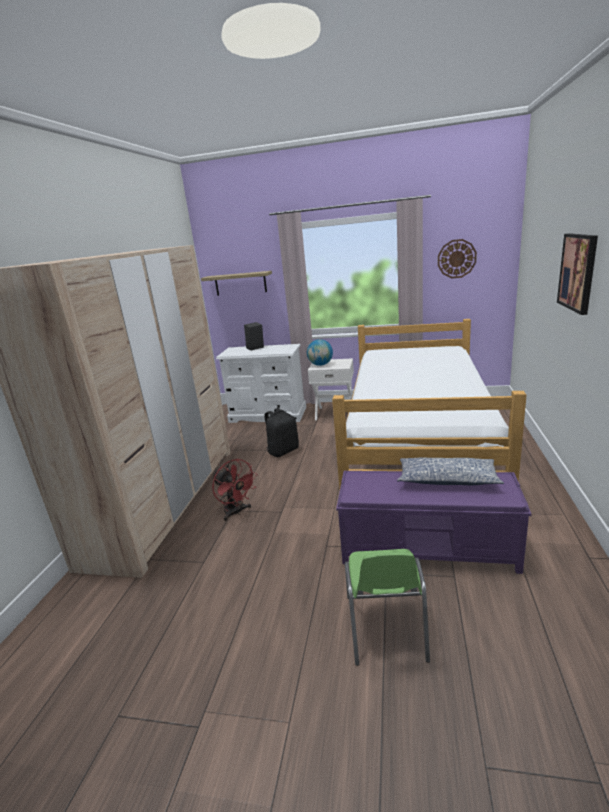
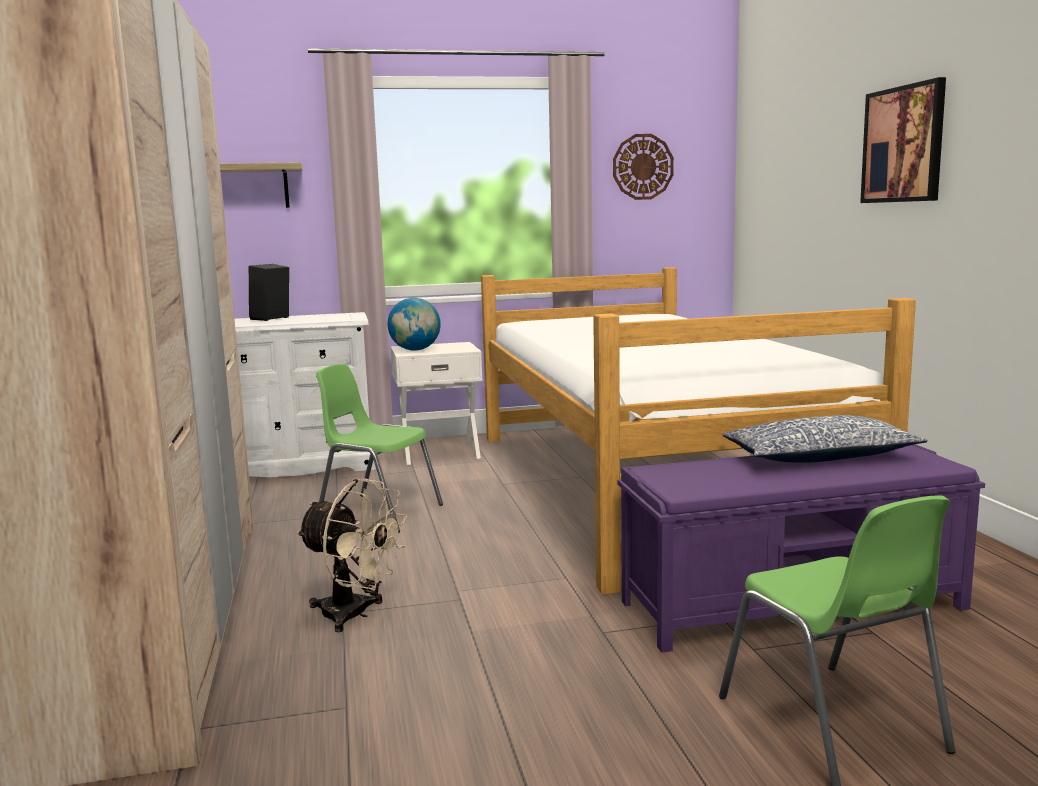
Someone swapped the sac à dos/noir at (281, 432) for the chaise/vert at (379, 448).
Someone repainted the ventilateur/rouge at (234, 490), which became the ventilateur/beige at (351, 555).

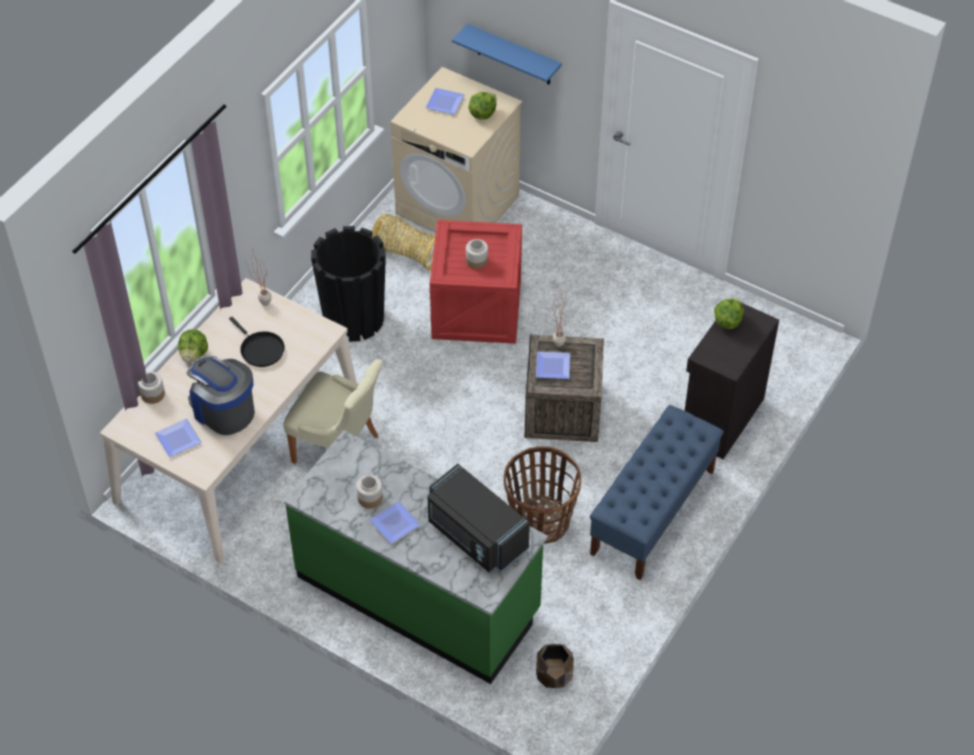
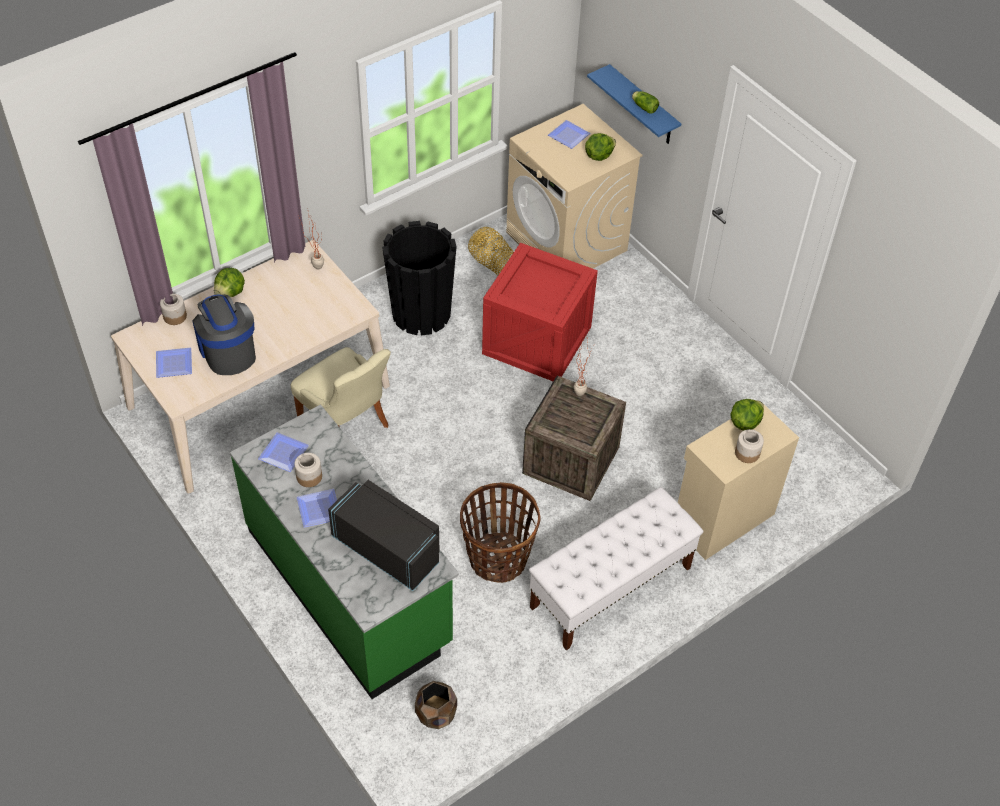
Someone carried the bocal from (477, 254) to (749, 446).
Someone repainted the meuble de rangement/noir at (732, 378), which became the meuble de rangement/beige at (738, 480).
Someone took away the poêle/noir at (257, 342).
Someone carried the assiette from (553, 365) to (283, 452).
Someone repainted the banc/bleu at (657, 492), which became the banc/blanc at (616, 568).
Someone rotated the micro-ondes/noir at (478, 518) by 150 degrees clockwise.
Someone put down the laitue at (645, 102).

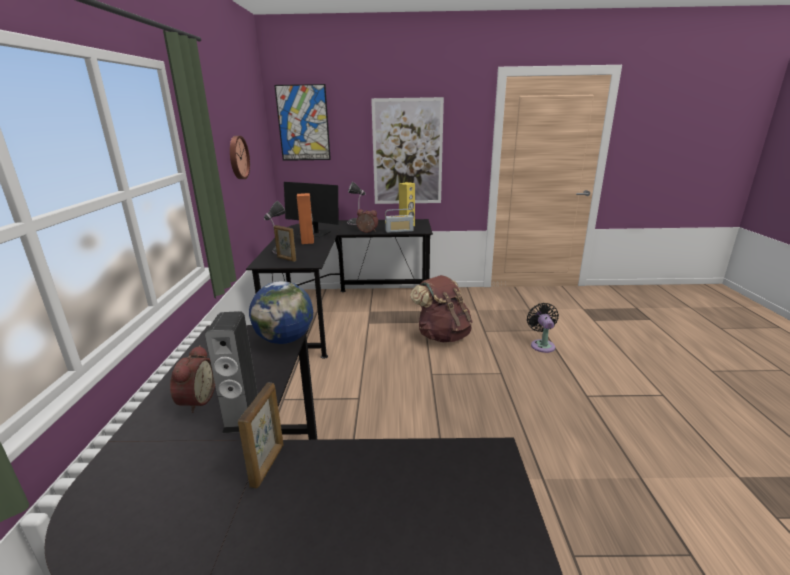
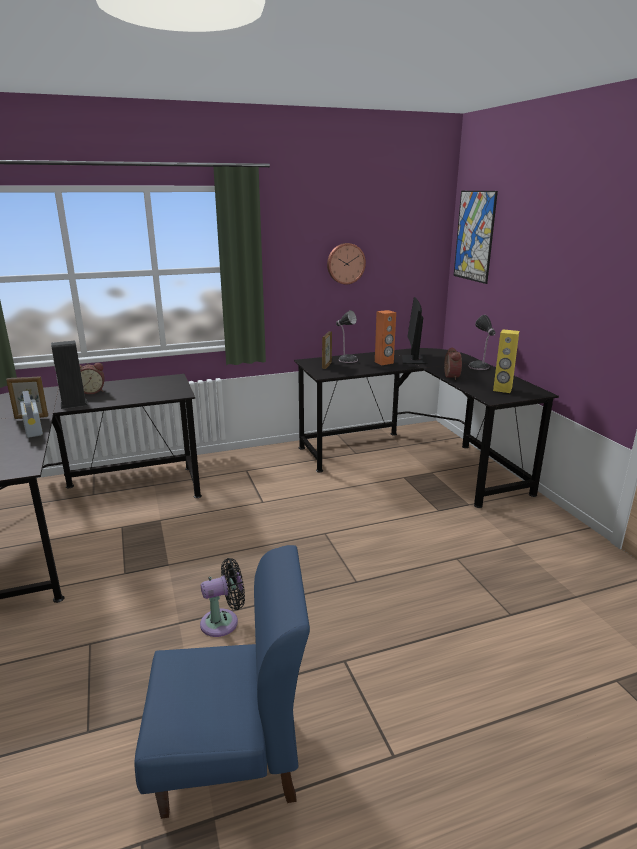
Someone took away the tableau at (407, 150).
Someone carried the radio from (399, 221) to (31, 414).
Someone took away the sac à dos/marron at (441, 309).
Someone took away the globe at (281, 312).
Someone carried the ventilateur/noir from (543, 328) to (222, 597).
Someone put down the chaise/bleu at (222, 682).

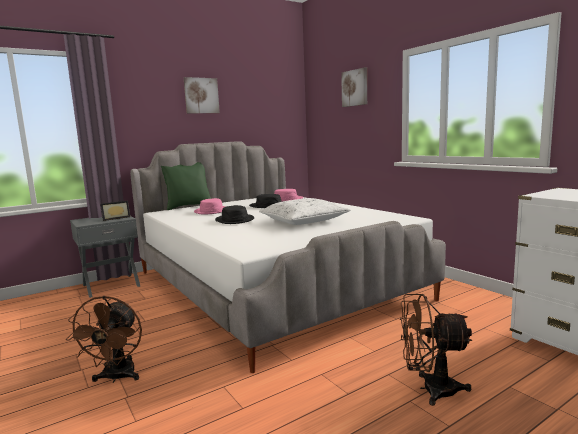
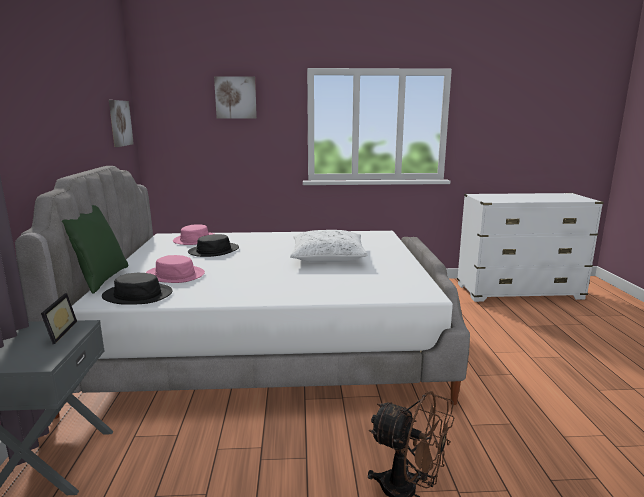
Someone carried the tableau from (202, 95) to (121, 123).
Someone carried the chapeau/noir from (234, 214) to (137, 289).
Someone took away the ventilateur/marron at (436, 350).

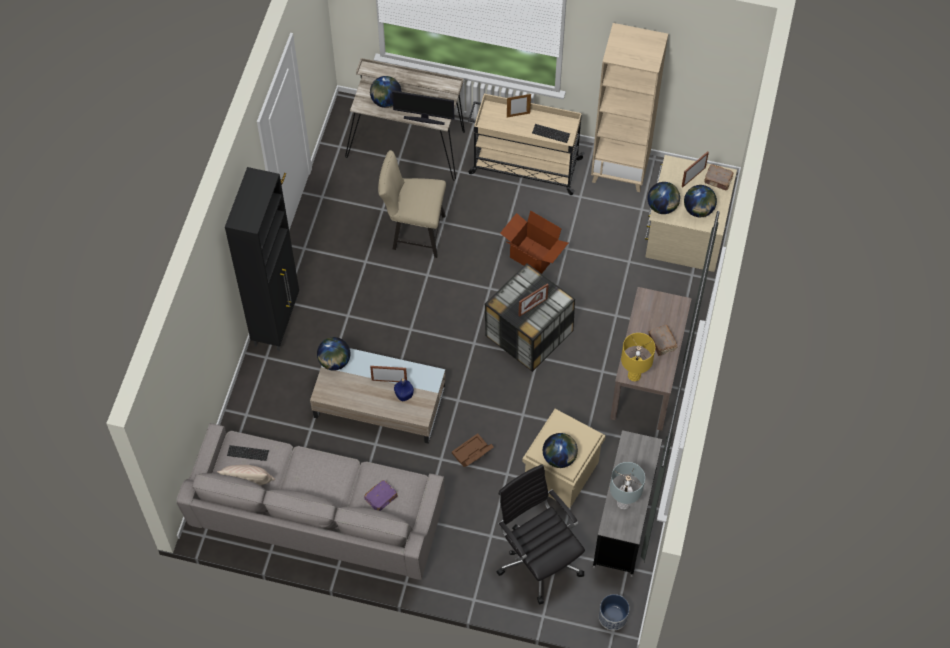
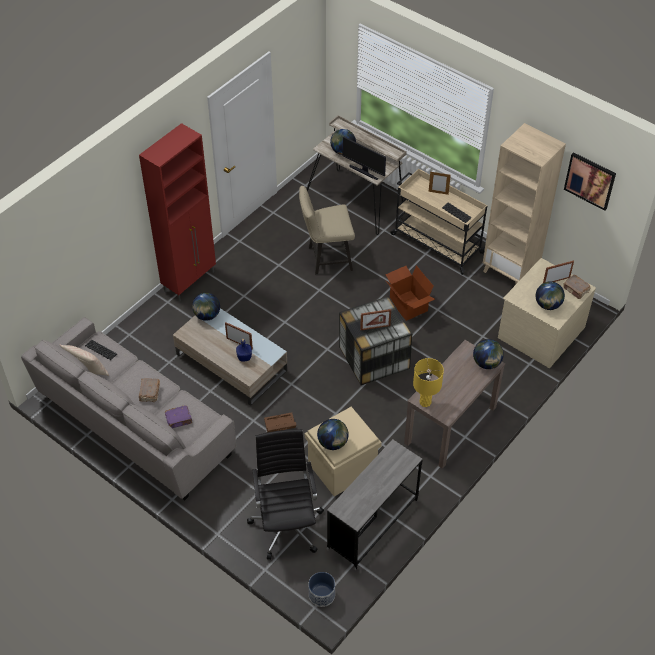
Someone rotated the chaise/beige at (412, 204) by 45 degrees counterclockwise.
Someone repainted the meuble de rangement/noir at (262, 259), which became the meuble de rangement/rouge at (177, 212).
Someone carried the globe from (664, 198) to (488, 354).
Someone carried the livre/marron from (663, 340) to (149, 390).
Someone took away the lampe de table/gris at (627, 485).
Someone put up the tableau at (590, 181).

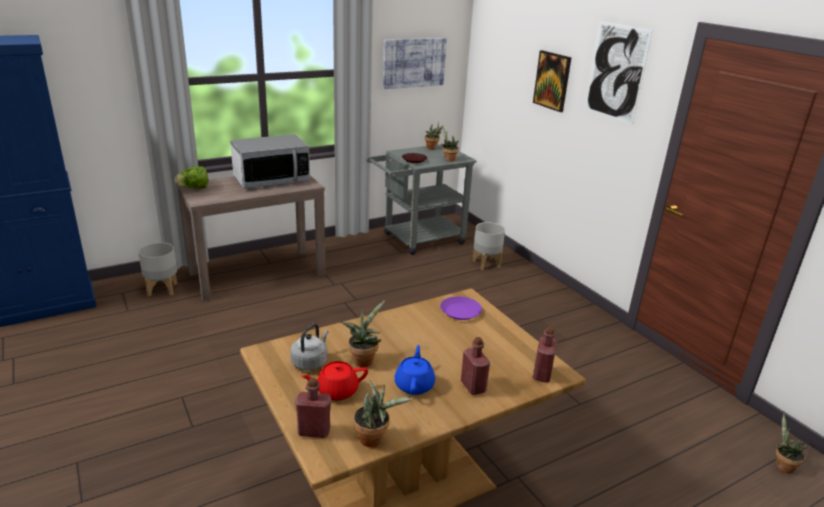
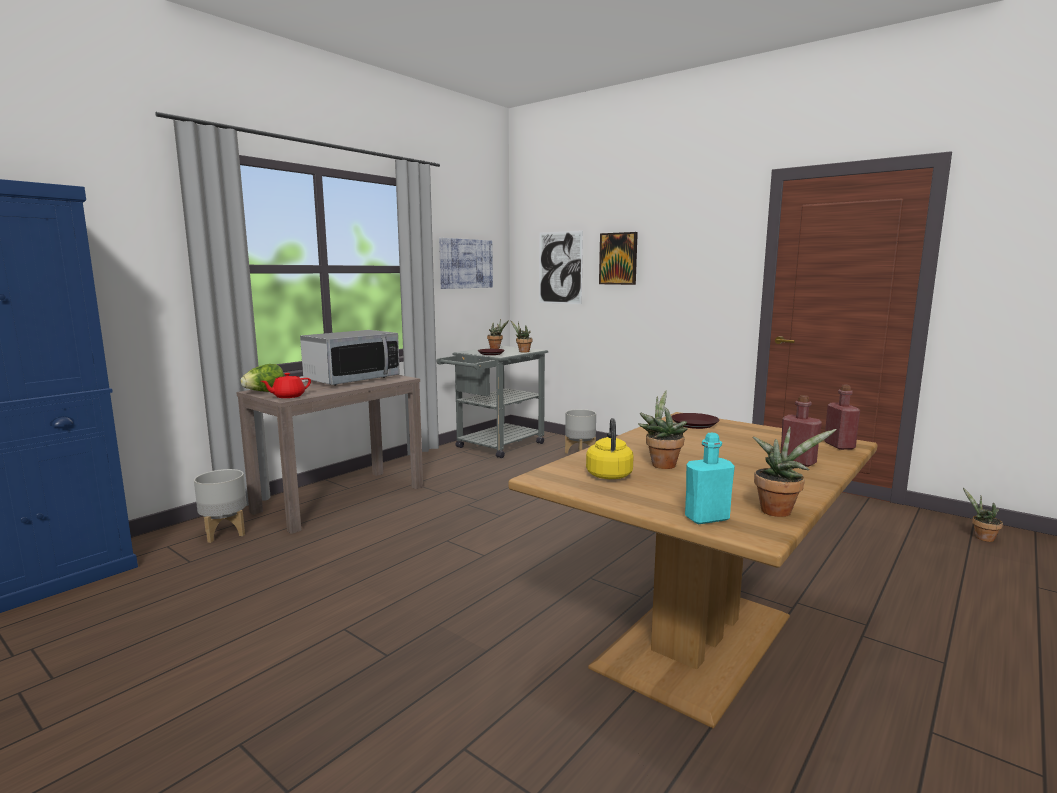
Someone carried the tableau from (618, 72) to (561, 267).
Someone repainted the assiette/violet at (461, 308), which became the assiette/marron at (695, 421).
Someone repainted the bouilloire/gris at (309, 347), which became the bouilloire/jaune at (610, 448).
Someone took away the théière/bleu at (415, 370).
Someone carried the théière/rouge from (335, 380) to (286, 385).
Someone repainted the bouteille/rouge at (313, 408), which became the bouteille/turquoise at (710, 478).

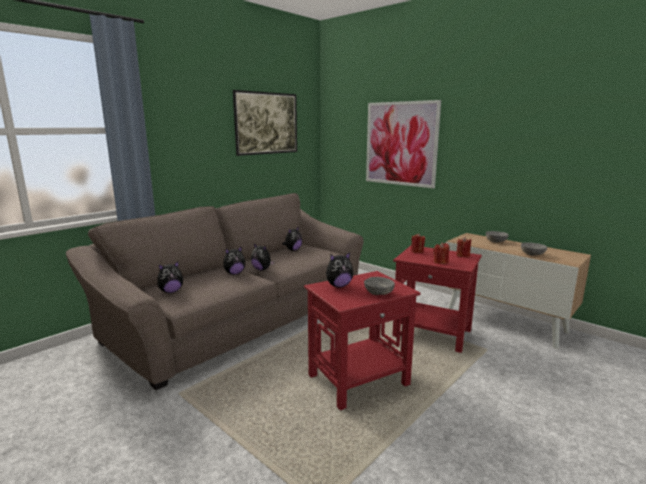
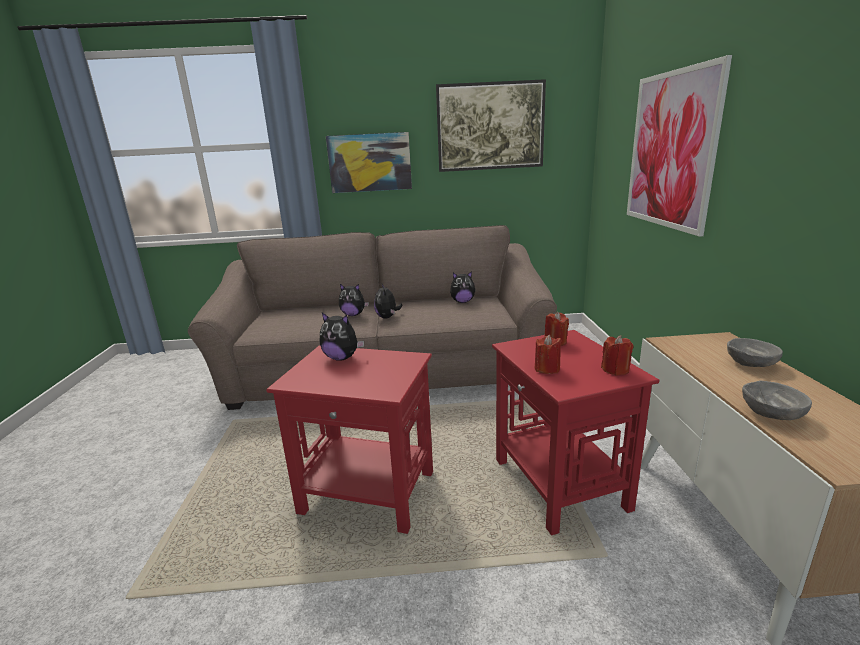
Someone took away the peluche at (170, 277).
Someone took away the bol/gris at (379, 286).
Someone put up the tableau at (369, 162).

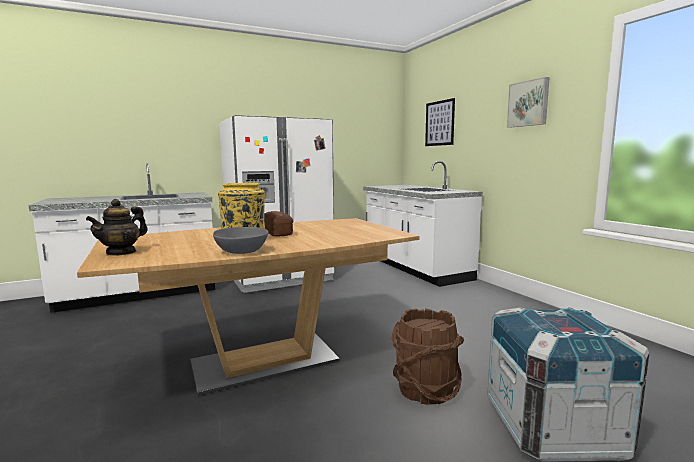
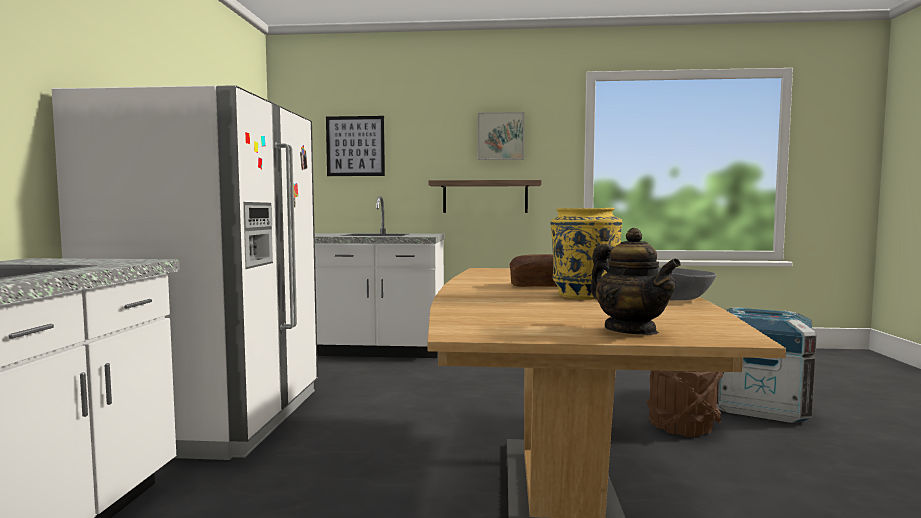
Someone put up the étagère at (485, 196).

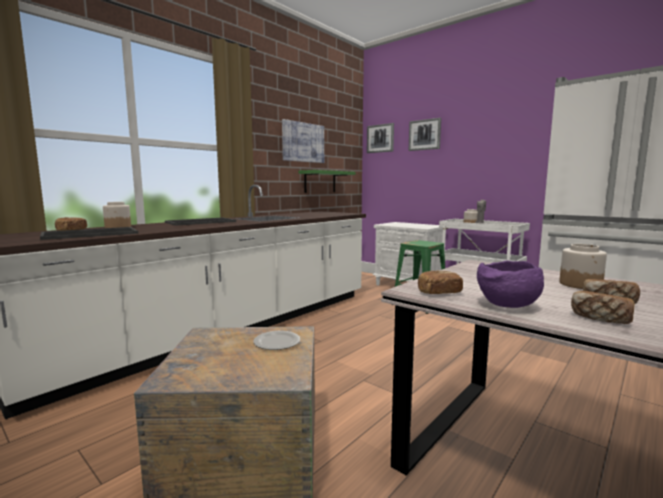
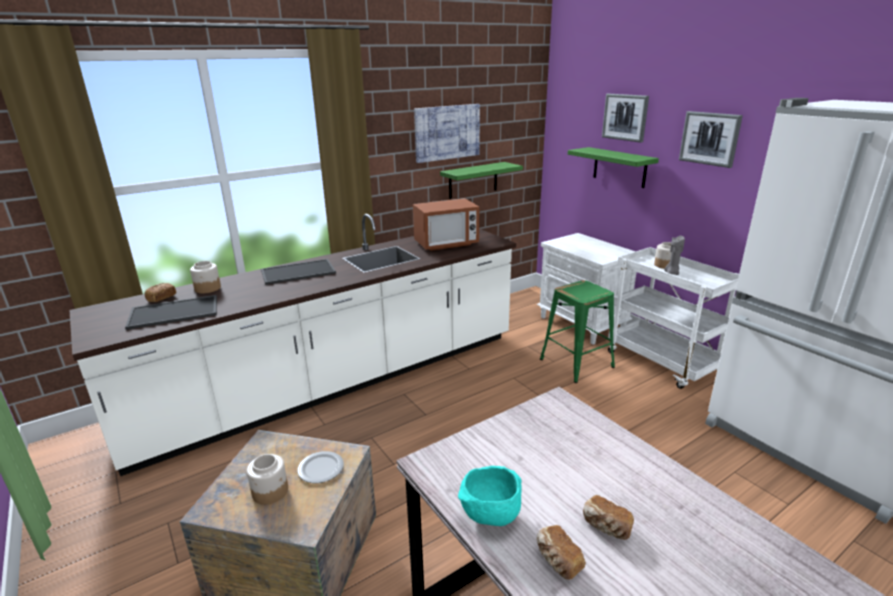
Someone carried the tableau from (380, 138) to (711, 139).
Someone carried the bocal from (583, 266) to (267, 479).
Someone repainted the bol/violet at (510, 284), which became the bol/turquoise at (490, 496).
Someone took away the pain at (440, 282).
Someone put up the étagère/vert at (613, 167).
Someone put down the micro-ondes at (446, 224).

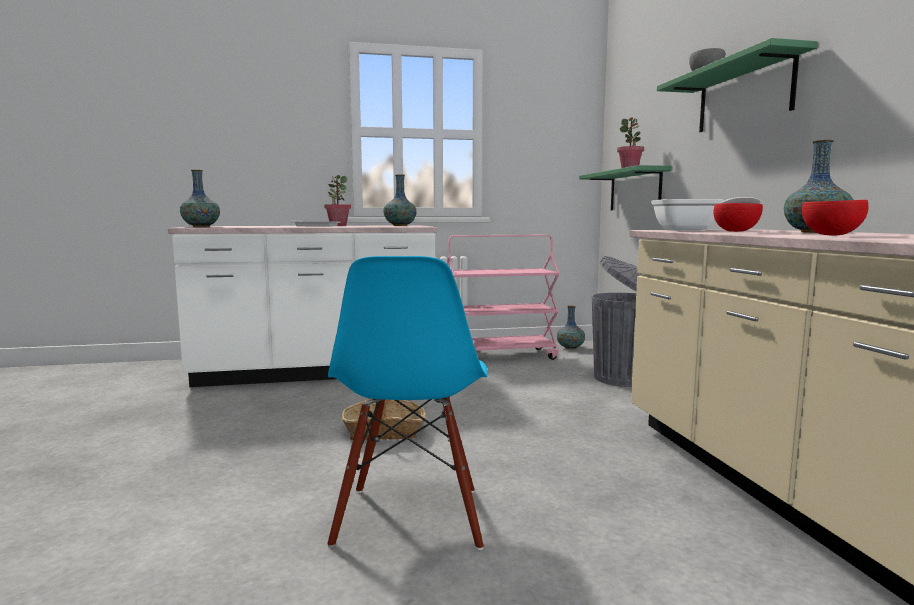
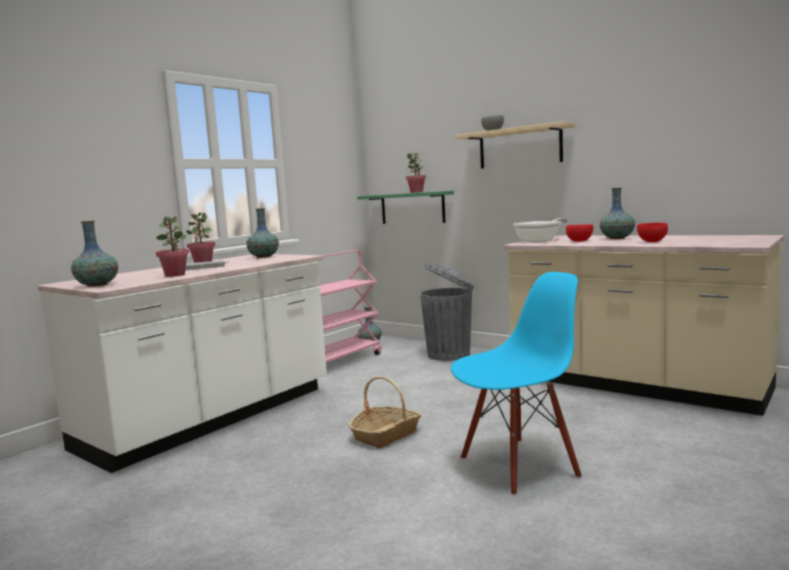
Someone repainted the étagère/vert at (737, 85), which became the étagère/beige at (515, 145).
Someone rotated the chaise/bleu at (407, 403) by 75 degrees counterclockwise.
Someone put down the plante en pot at (172, 246).

